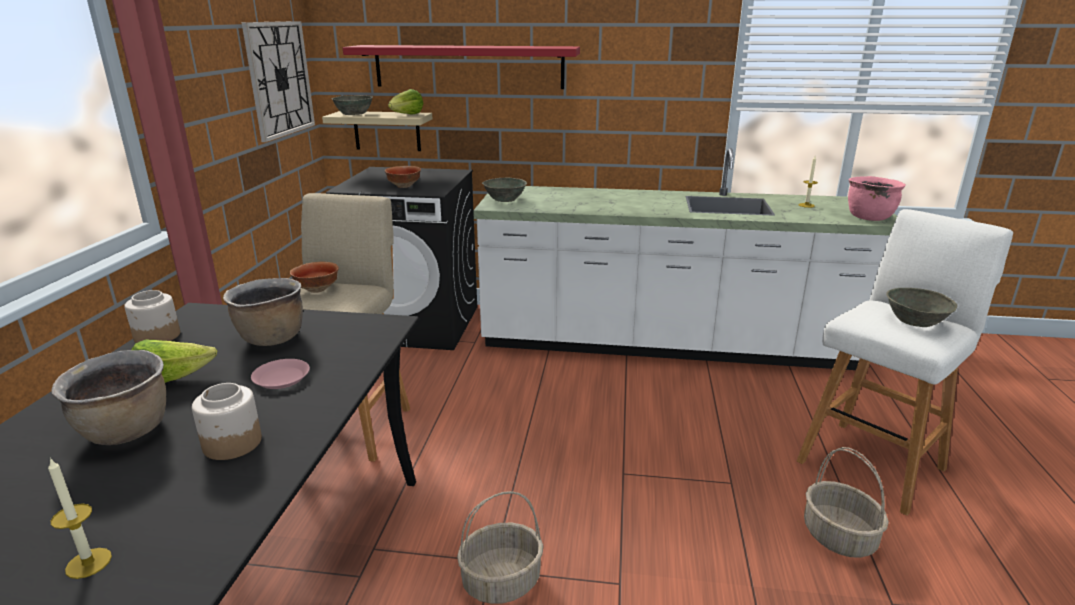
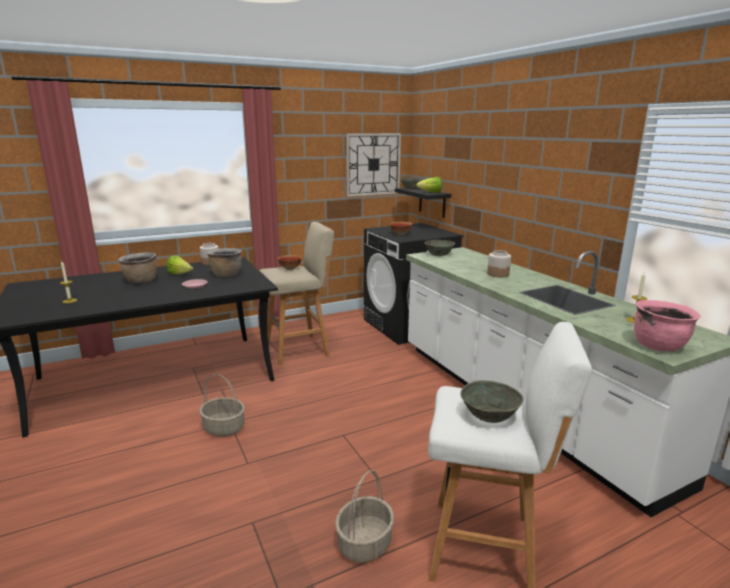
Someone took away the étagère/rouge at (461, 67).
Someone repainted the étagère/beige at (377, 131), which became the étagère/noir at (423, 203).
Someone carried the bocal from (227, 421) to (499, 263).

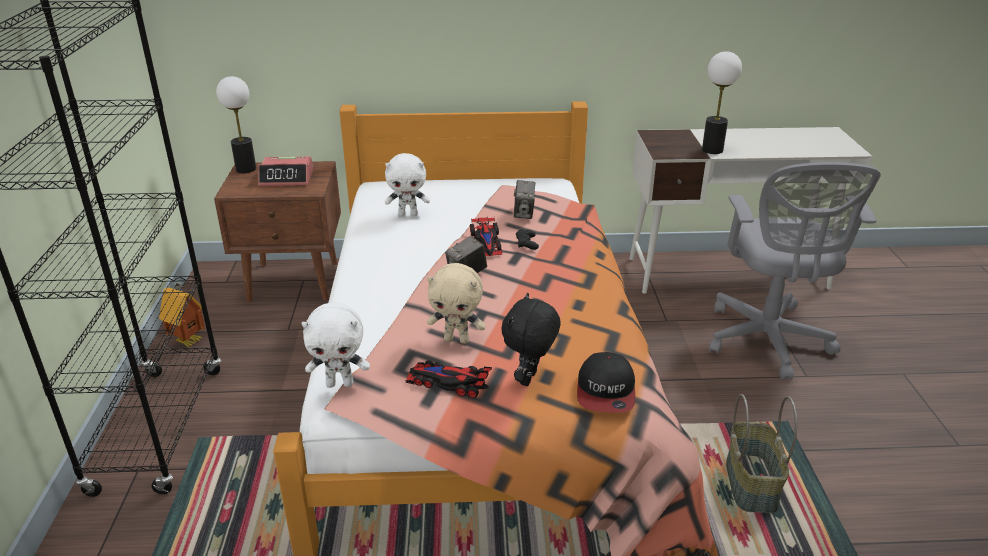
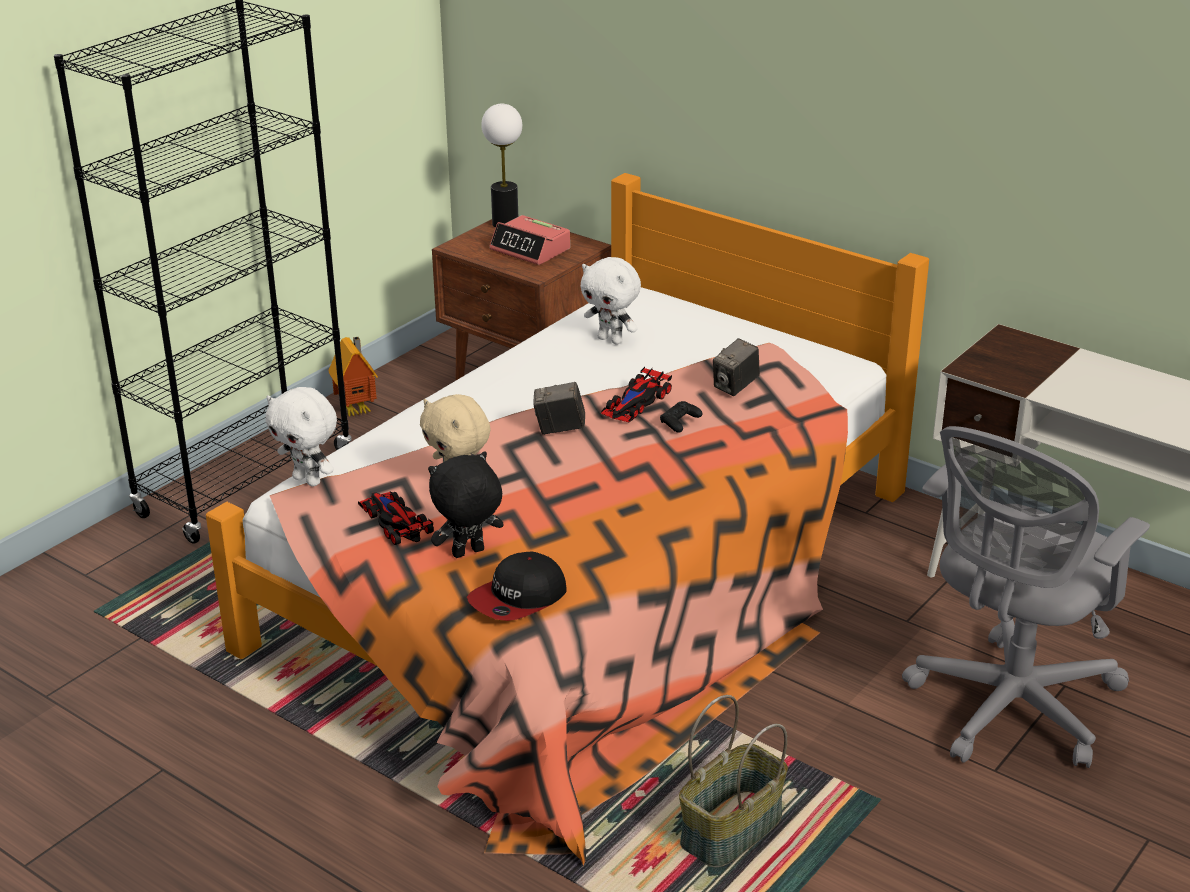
Someone took away the lampe de table at (722, 102).

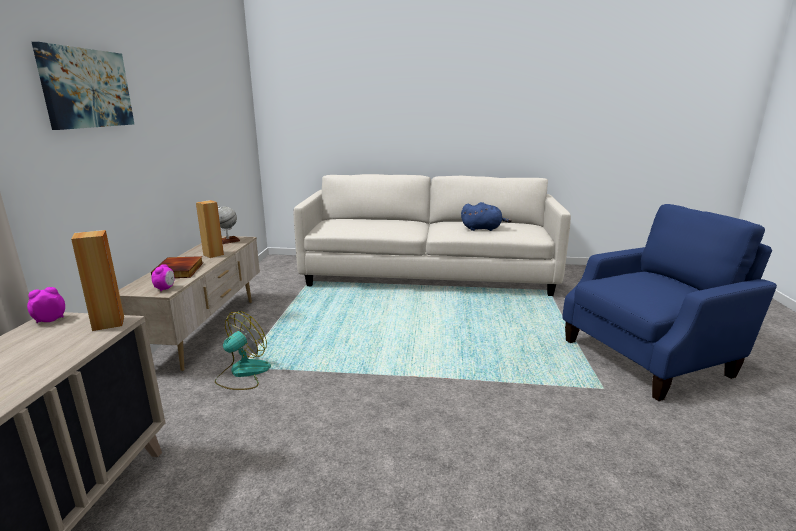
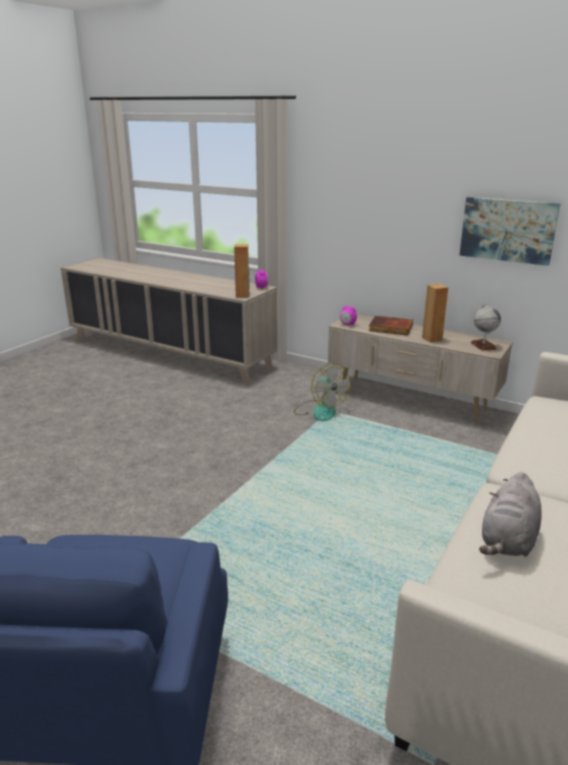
Someone carried the tableau from (83, 86) to (510, 231).
Someone repainted the peluche/bleu at (486, 216), which became the peluche/gris at (510, 514).

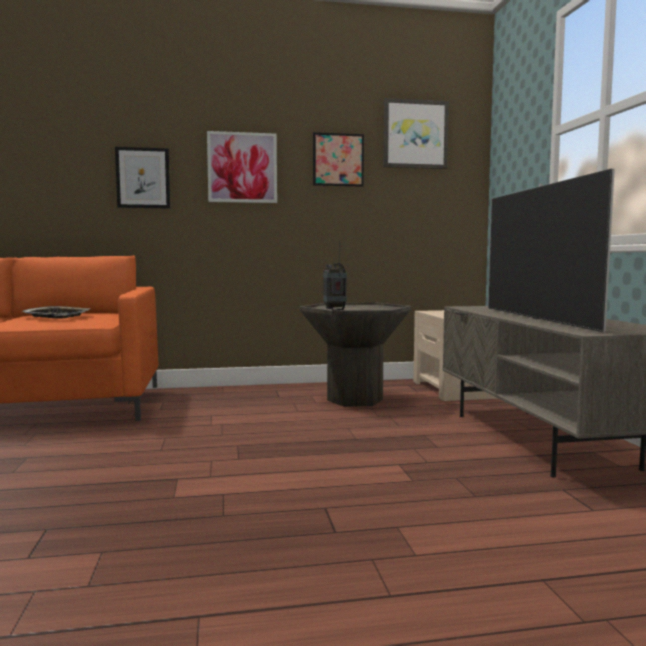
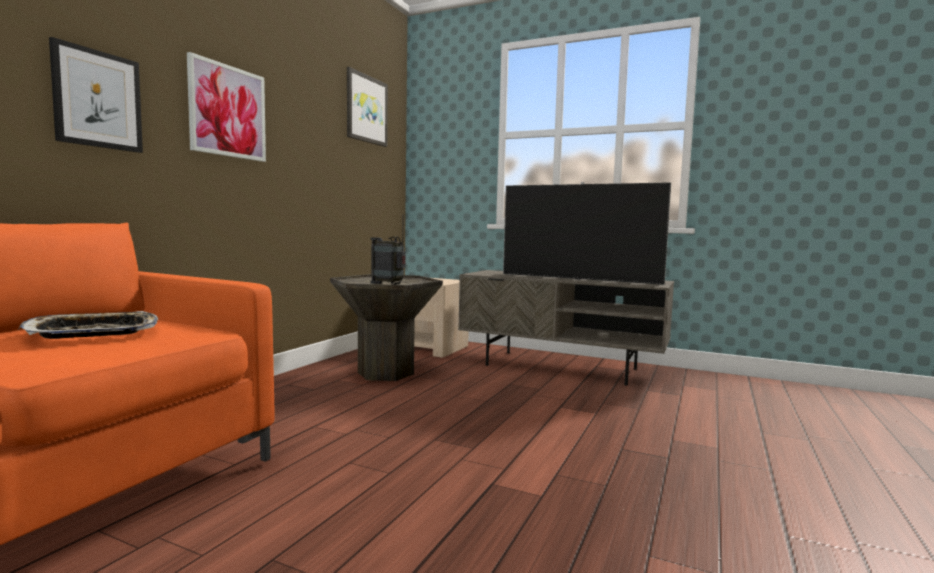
Someone took away the tableau at (338, 159).

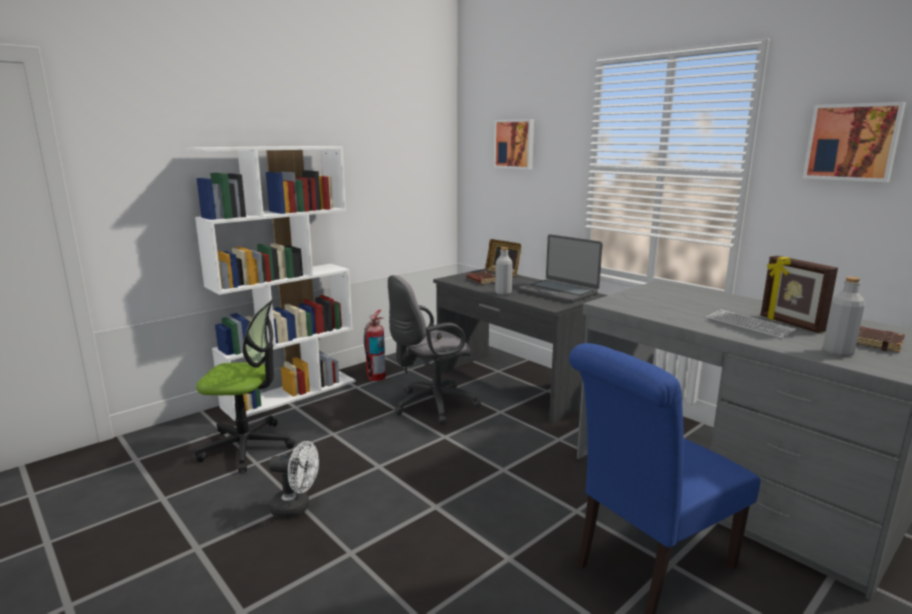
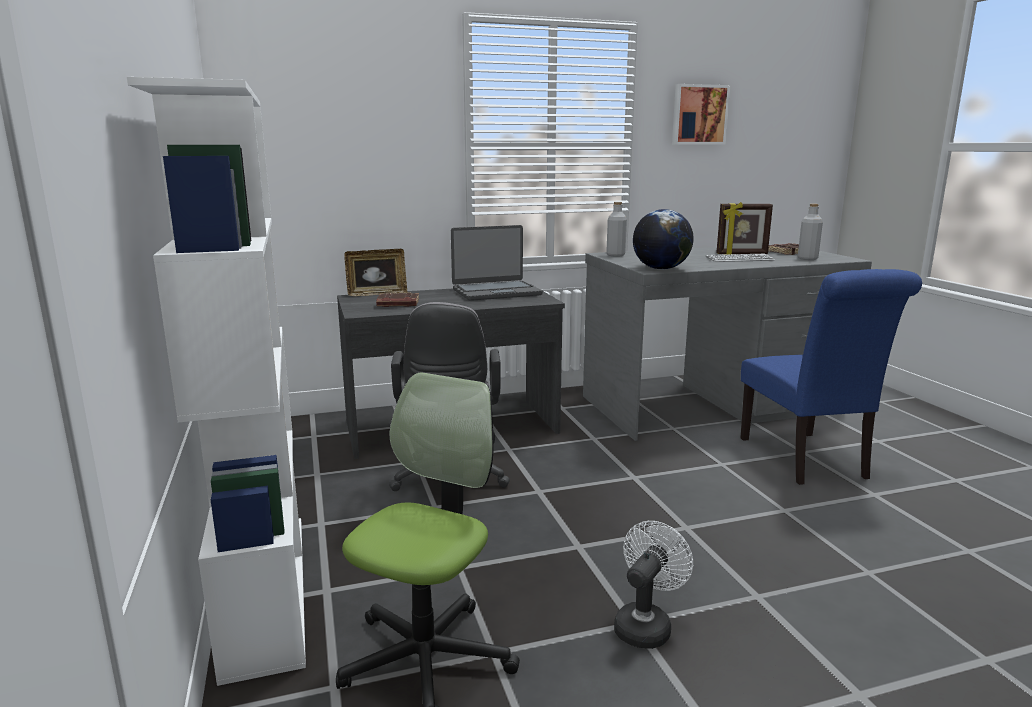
Someone took away the tableau at (514, 144).
Someone carried the bouteille/gris from (504, 271) to (616, 229).
Someone took away the extincteur at (375, 345).
Someone put down the globe at (663, 239).

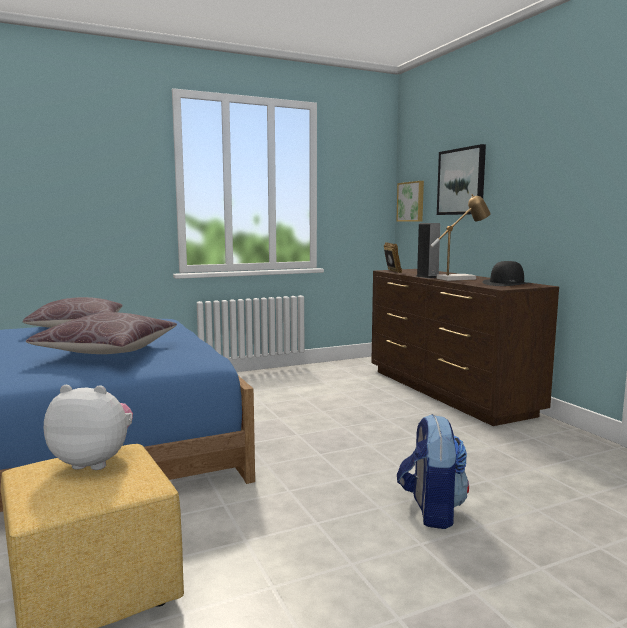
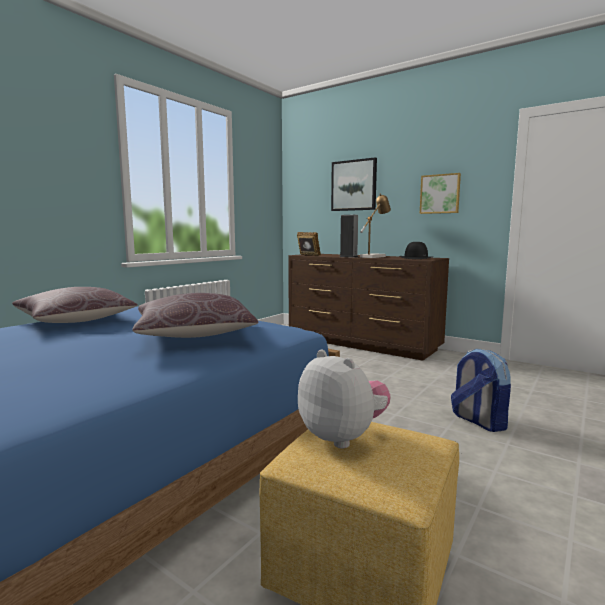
Someone carried the tableau from (410, 201) to (440, 193).
Someone rotated the peluche at (88, 427) by 75 degrees clockwise.

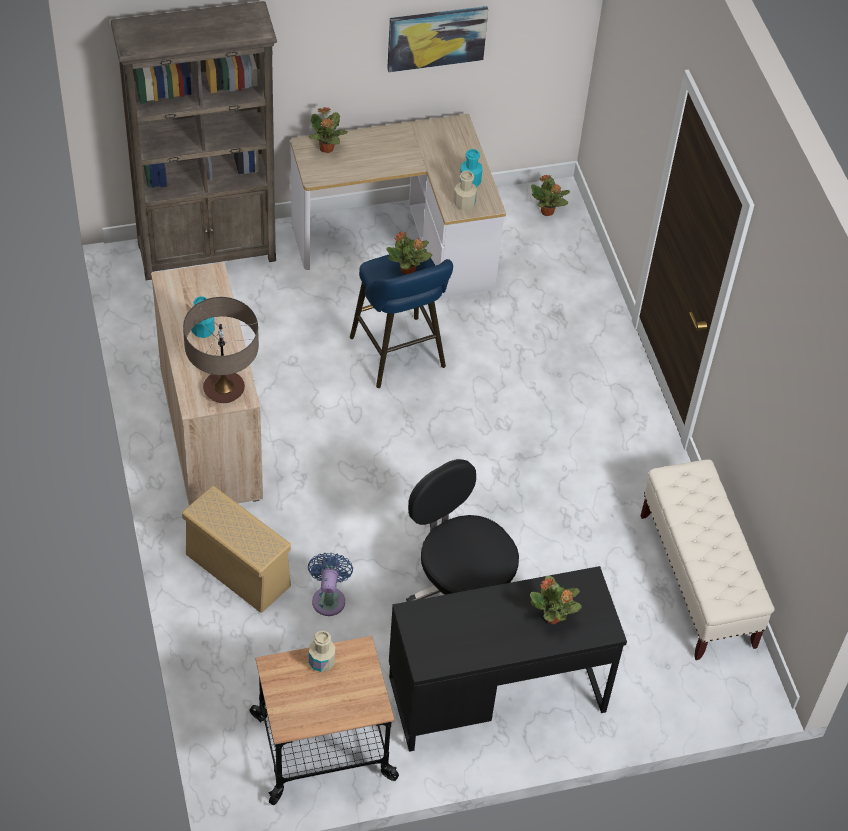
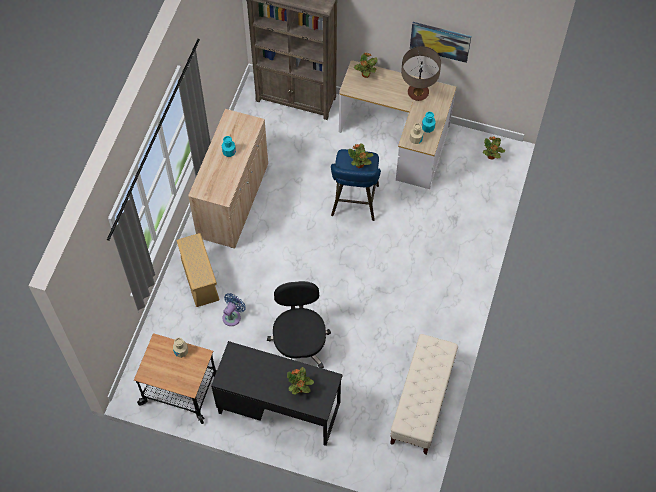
Someone carried the lampe de table from (221, 350) to (421, 73).

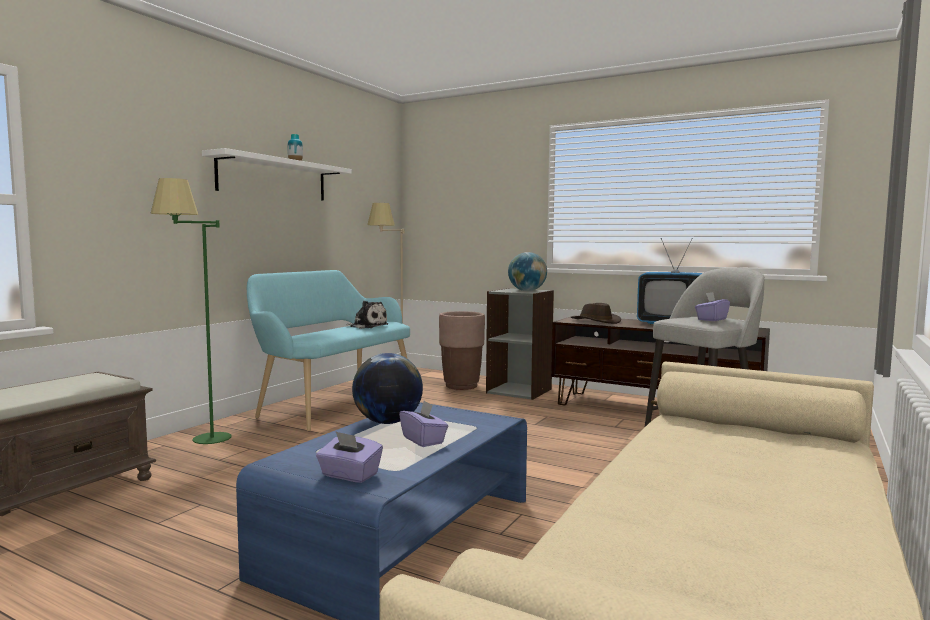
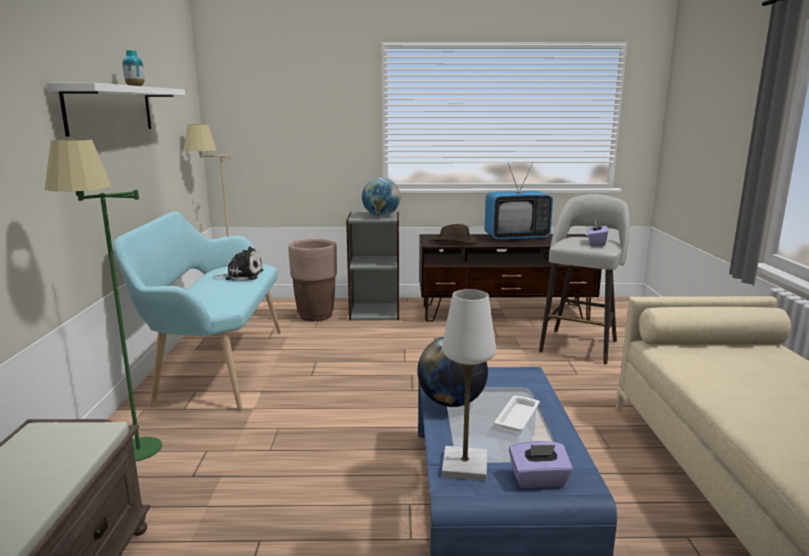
Someone swapped the boîte à mouchoirs/violet at (423, 424) for the plateau/blanc at (517, 413).
Someone put down the lampe de table/blanc at (469, 385).

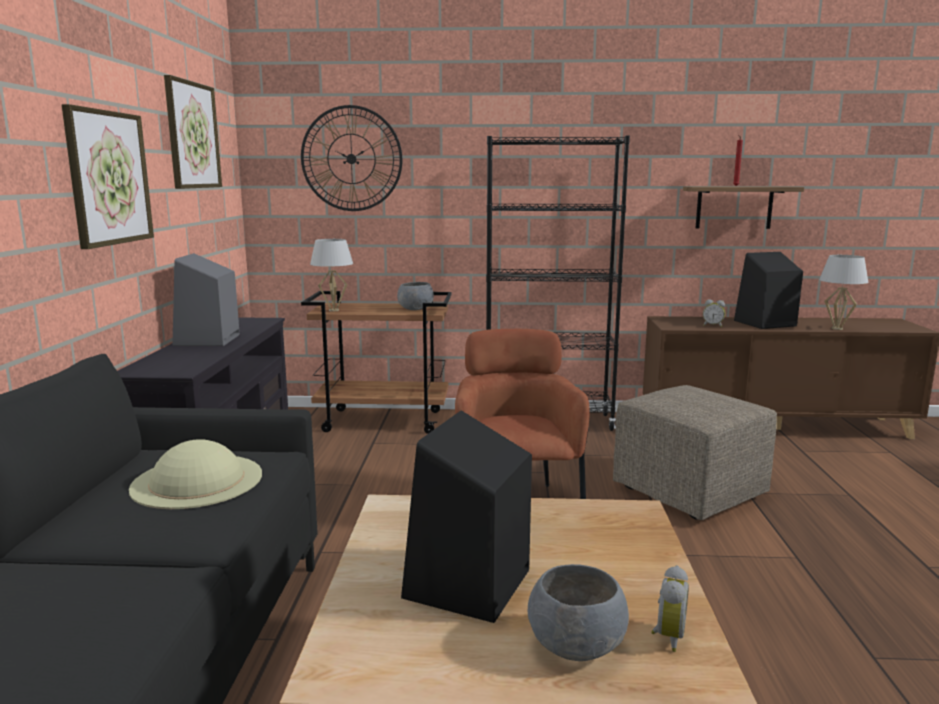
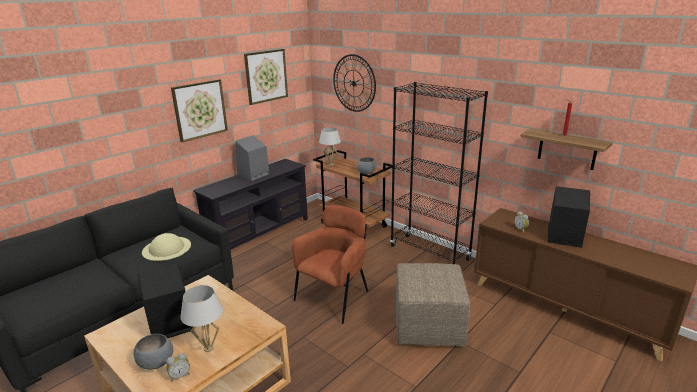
Someone carried the lampe de table/blanc from (843, 292) to (202, 318).

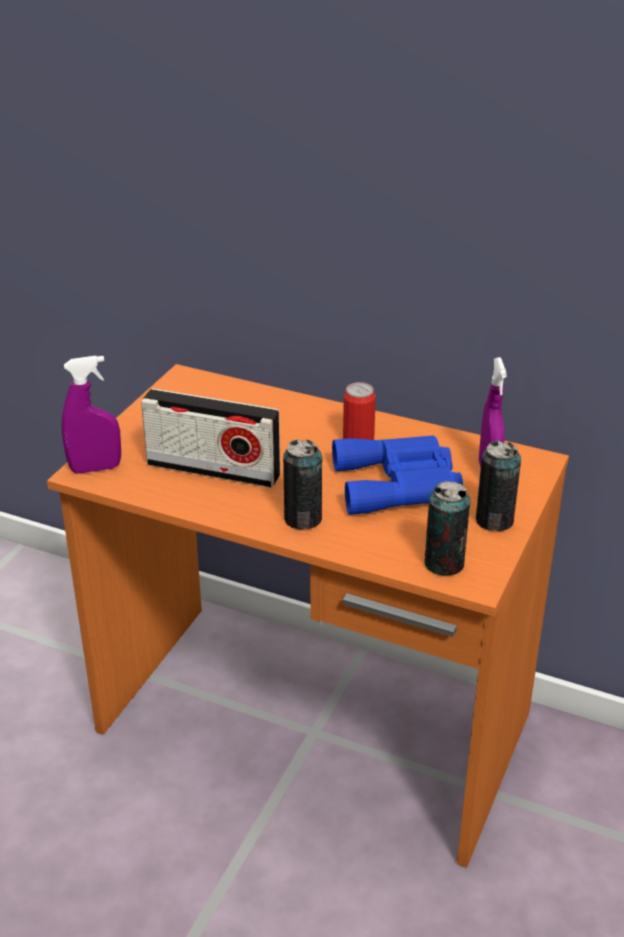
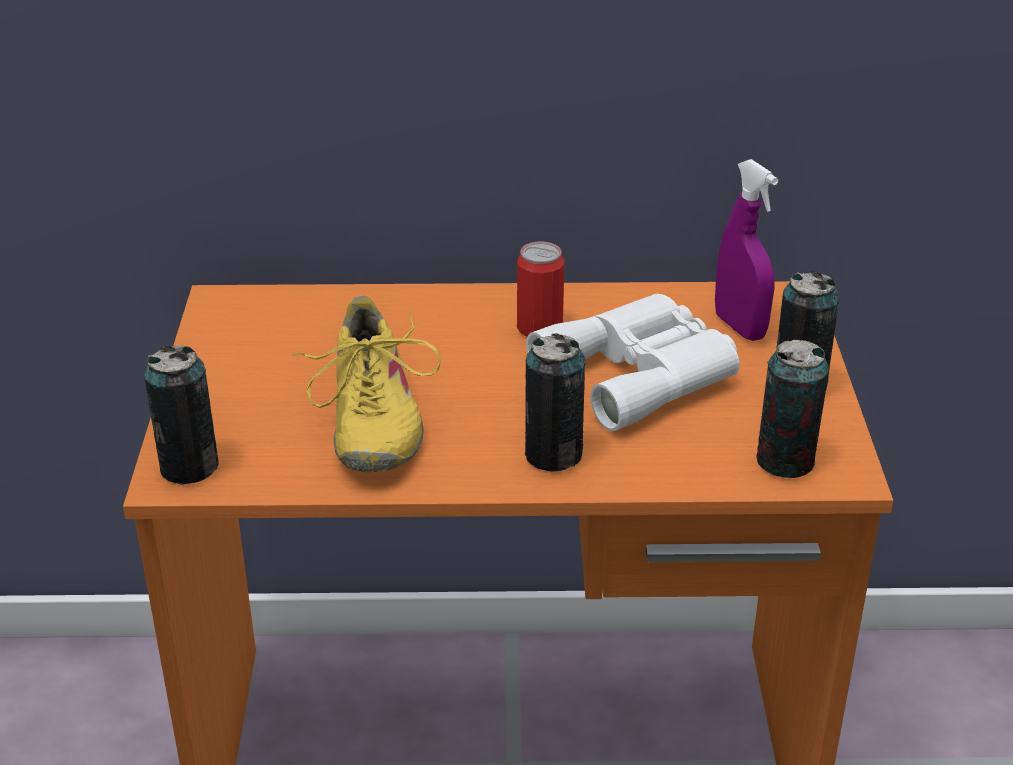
Someone swapped the vaporisateur/violet at (91, 414) for the boîte métallique at (181, 415).
Someone swapped the radio at (210, 438) for the chaussure/jaune at (366, 384).
Someone repainted the jumelles/bleu at (397, 475), which became the jumelles/blanc at (633, 362).

